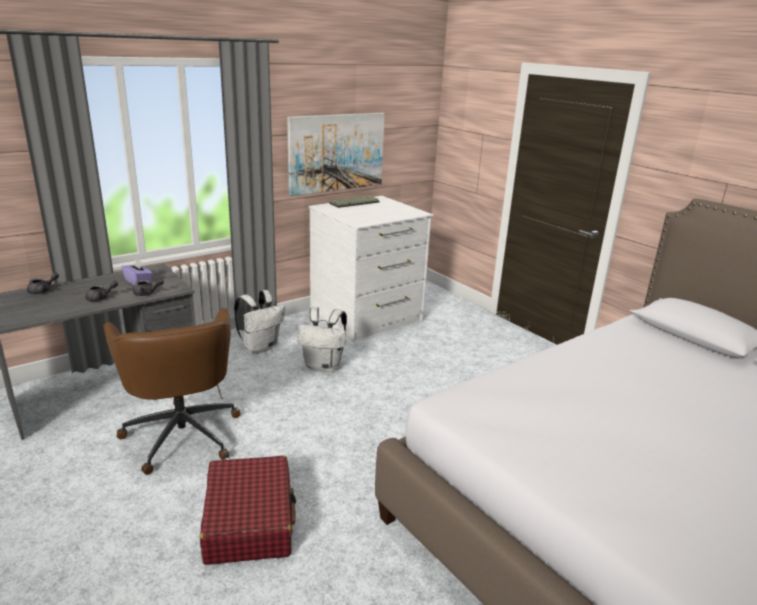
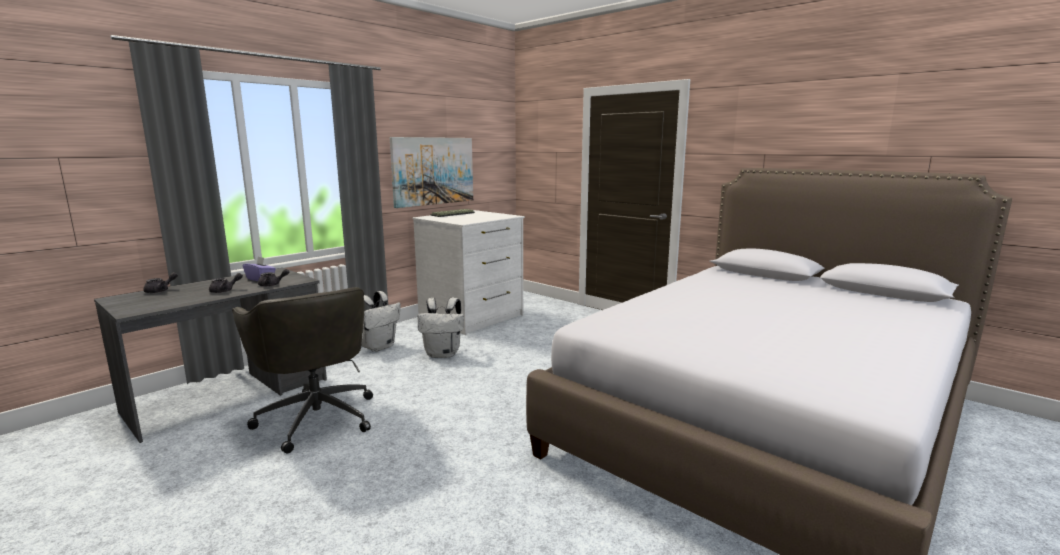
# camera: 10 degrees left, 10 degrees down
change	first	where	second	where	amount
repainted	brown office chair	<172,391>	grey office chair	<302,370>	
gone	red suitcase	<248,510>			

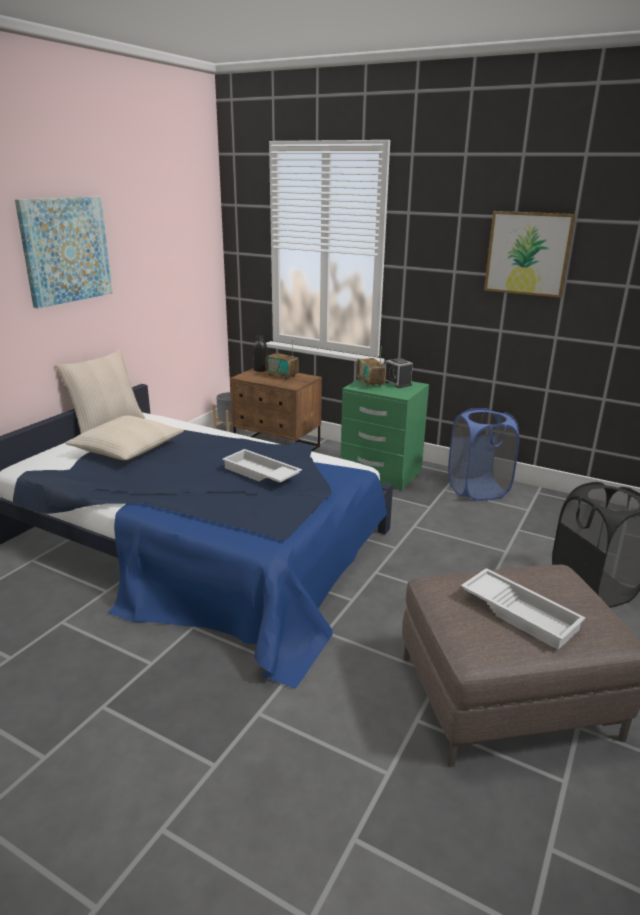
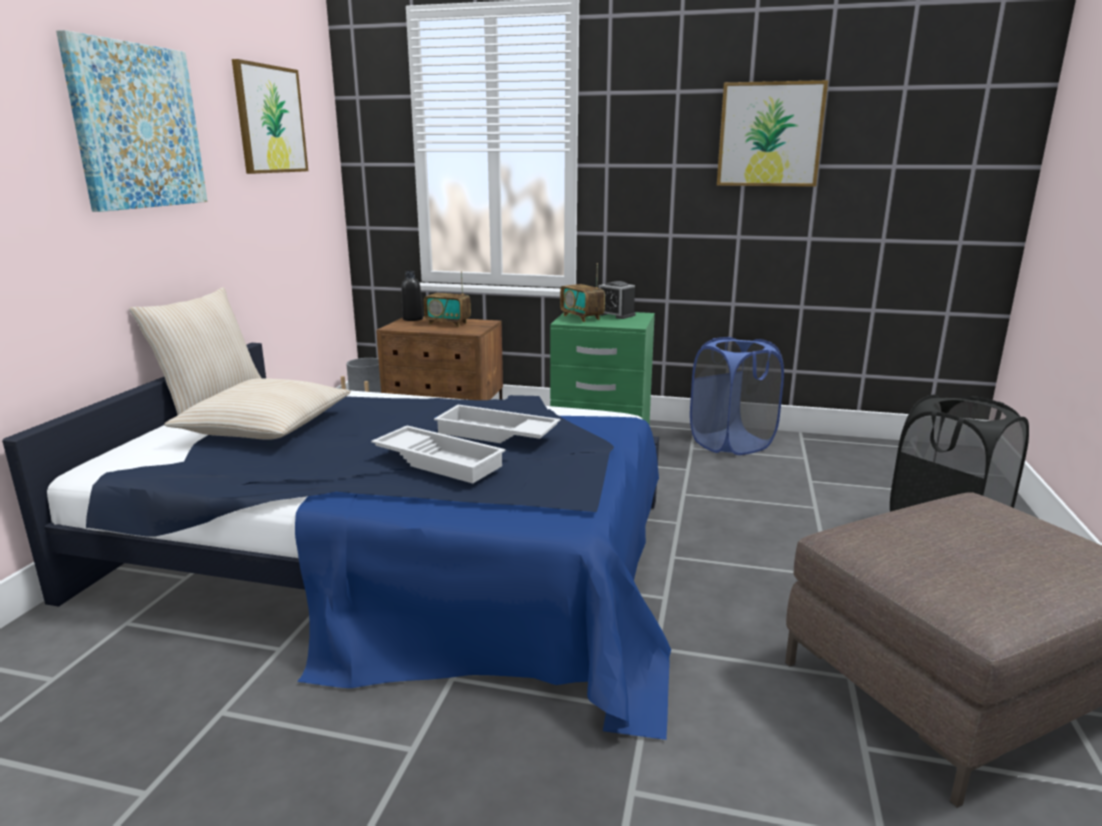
# camera: 15 degrees left, 5 degrees down
change	first	where	second	where	amount
shifted	white tray	<523,609>		<438,454>	
new			picture	<270,116>	

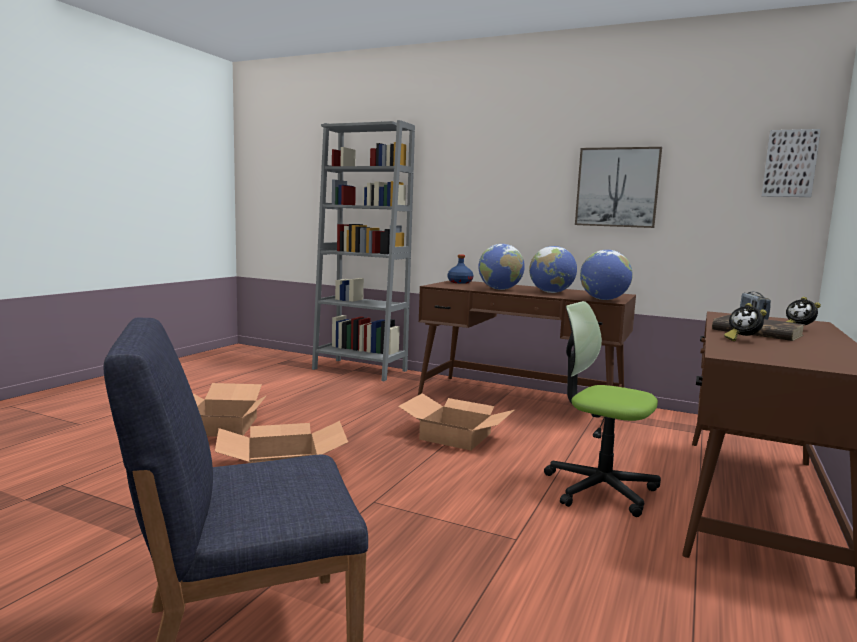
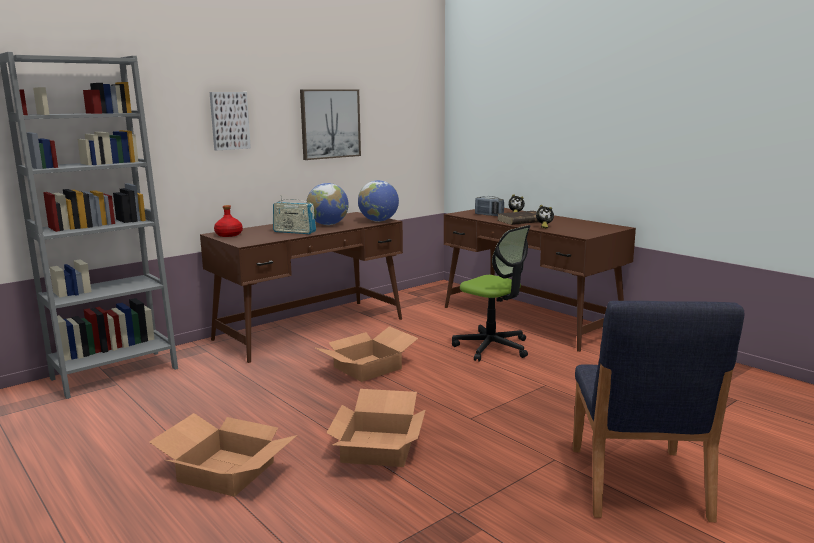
# camera: 65 degrees left, 5 degrees up
change	first	where	second	where	amount
shifted	picture	<791,163>		<230,121>	
swapped	globe	<501,267>	radio	<294,214>	
repainted	blue bottle	<460,269>	red bottle	<228,221>	
rotated	office chair	<602,409>		<491,293>	105 degrees counterclockwise

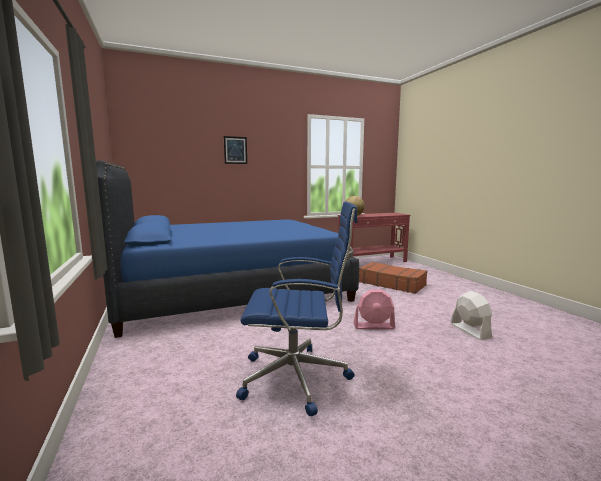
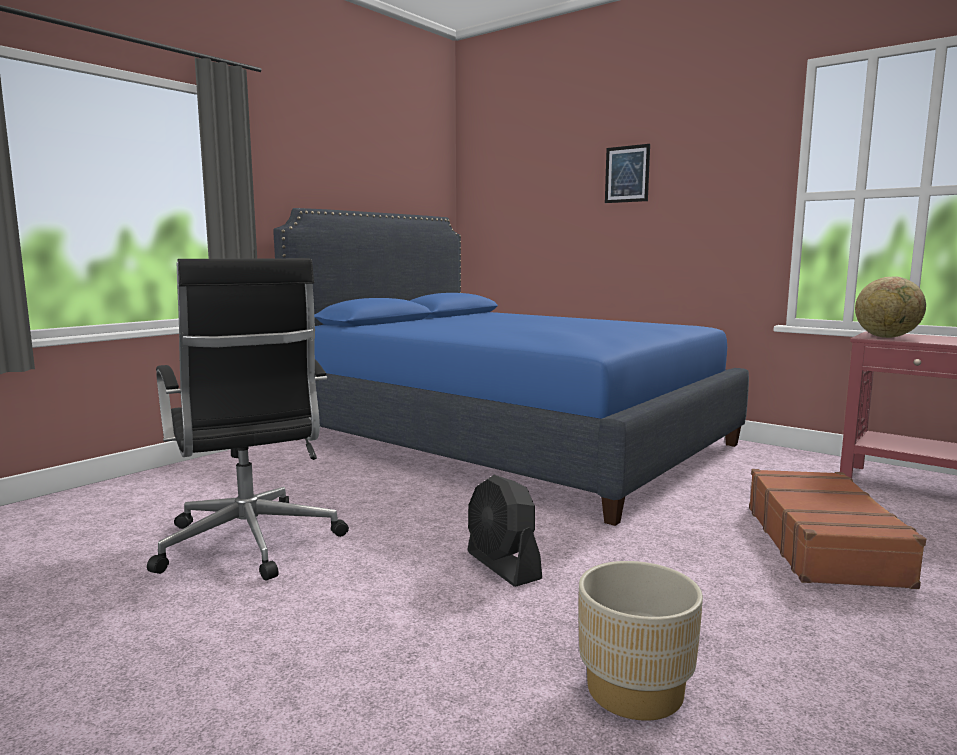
# camera: 60 degrees right, 0 degrees up
change	first	where	second	where	amount
repainted	blue office chair	<297,308>	black office chair	<248,419>	
repainted	pink fan	<374,309>	black fan	<504,531>	
swapped	white fan	<471,315>	beige planter	<641,641>	

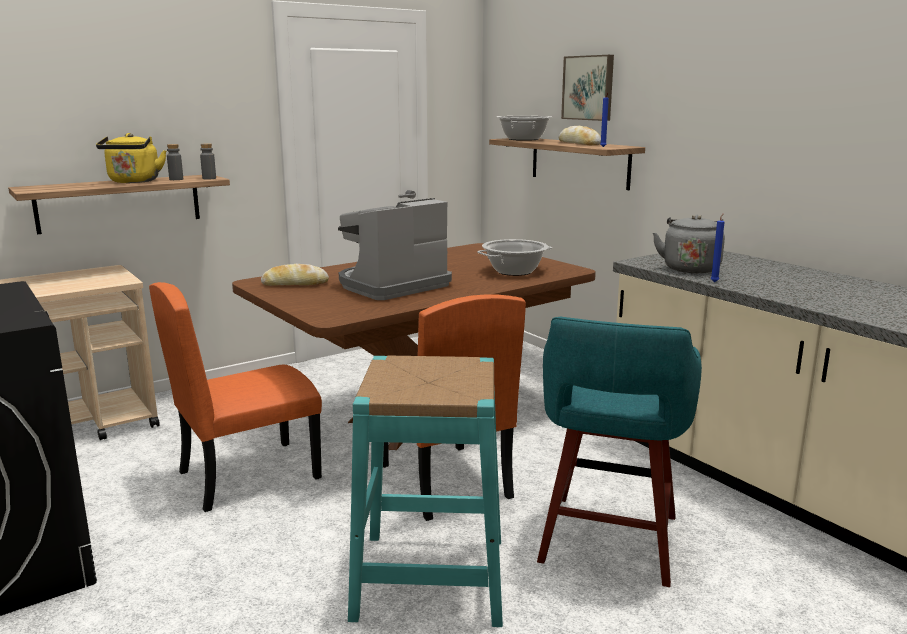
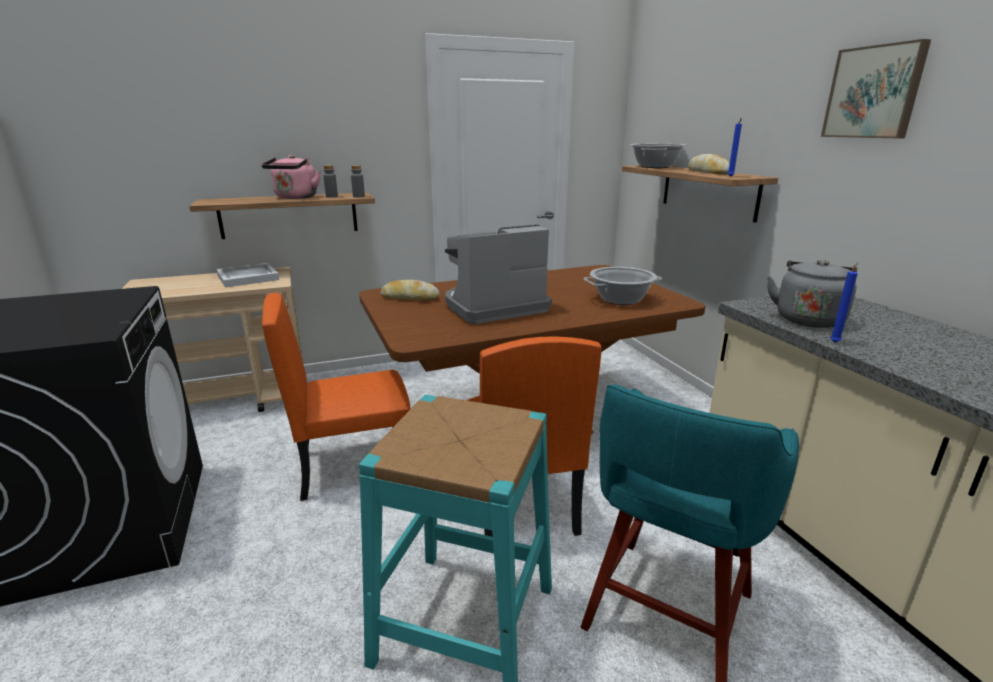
# camera: 15 degrees right, 5 degrees up
change	first	where	second	where	amount
shifted	picture	<587,88>		<876,88>	
repainted	yellow kettle	<131,158>	pink kettle	<291,177>	
new			white tray	<247,275>	

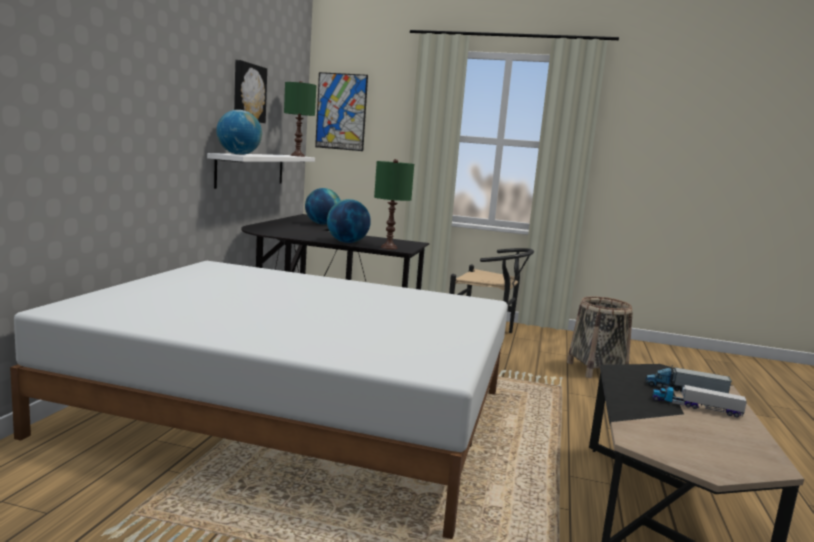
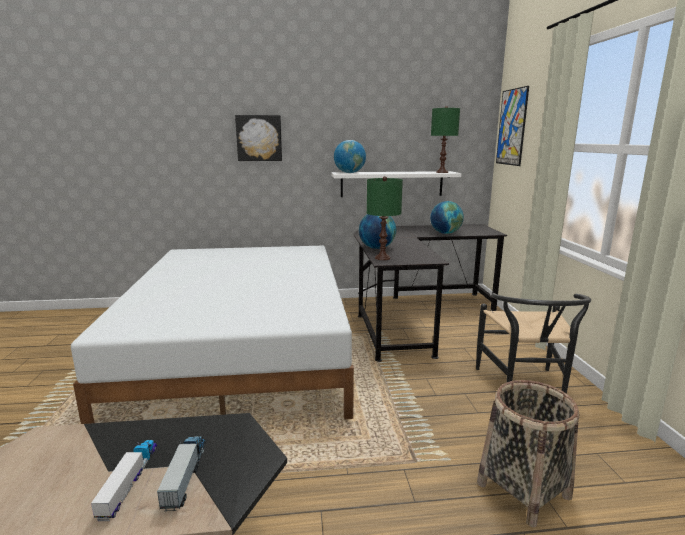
# camera: 70 degrees right, 5 degrees up
change	first	where	second	where	amount
shifted	picture	<250,91>		<258,138>	

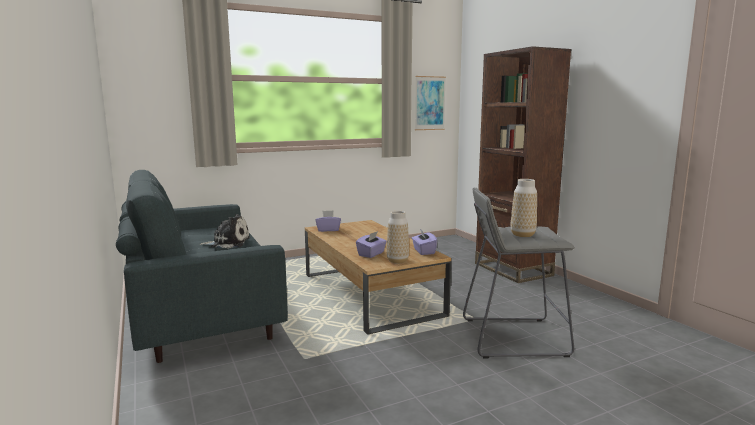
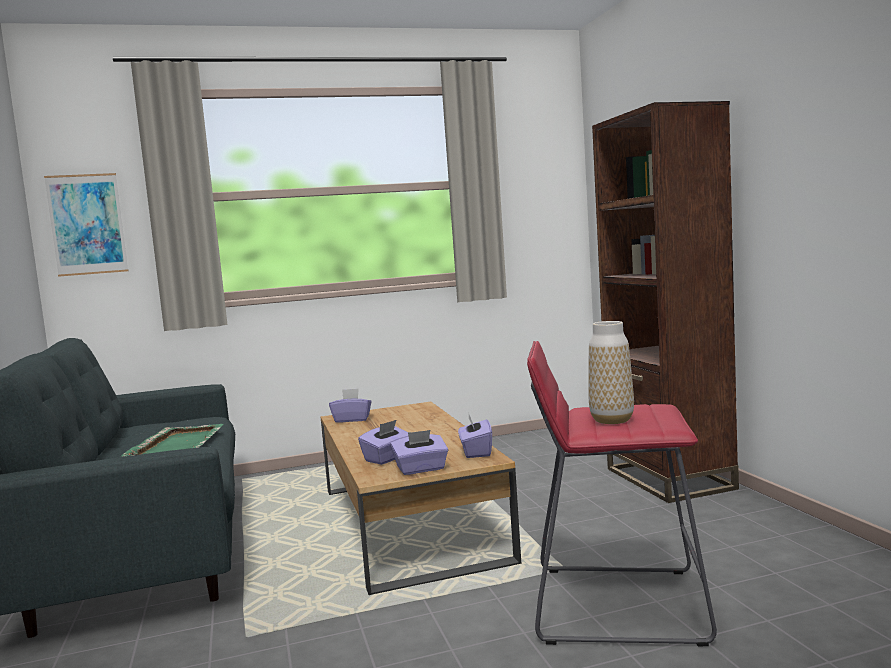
# camera: 10 degrees right, 5 degrees down
change	first	where	second	where	amount
shifted	picture	<430,103>		<86,225>	
repainted	grey stool	<519,273>	red stool	<622,493>	
swapped	vase	<398,237>	purple tissue box	<419,452>	
swapped	plush toy	<224,231>	green tray	<172,440>	

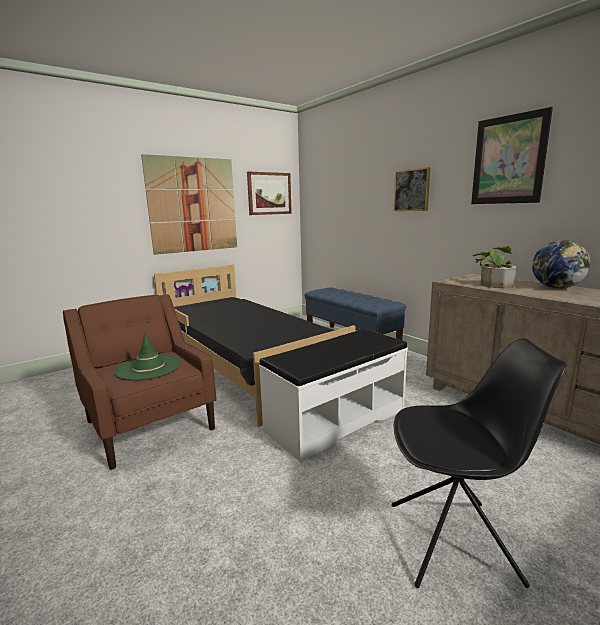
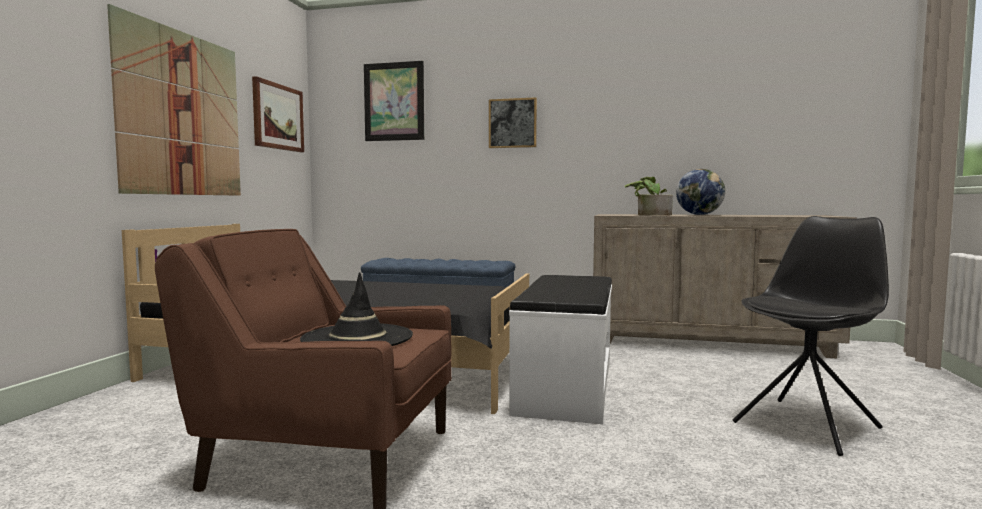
# camera: 40 degrees left, 10 degrees down
change	first	where	second	where	amount
shifted	picture	<512,155>		<394,101>	
repainted	green hat	<147,356>	black hat	<356,309>	

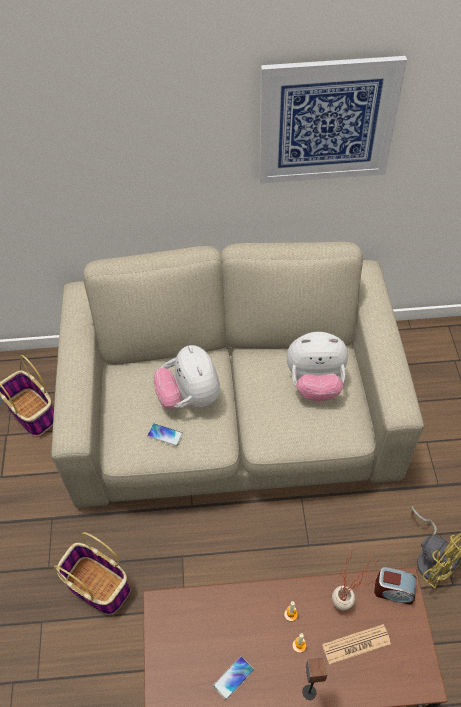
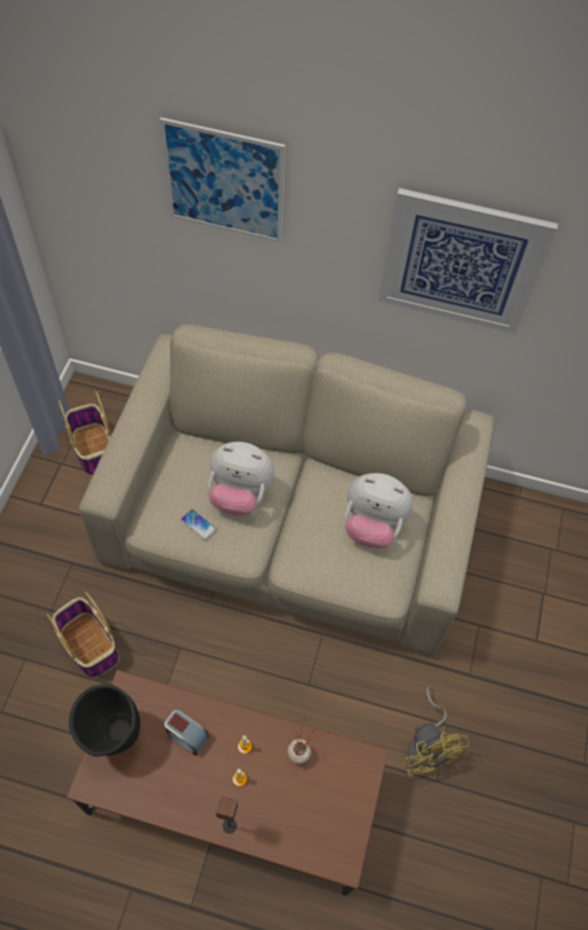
# camera: 15 degrees right, 5 degrees up
change	first	where	second	where	amount
rotated	plush toy	<187,377>		<241,479>	75 degrees counterclockwise
shifted	alarm clock	<395,586>		<186,732>	
gone	newspaper	<356,644>			
gone	phone	<233,678>			
new			picture	<222,180>	
new			black vase	<104,720>	

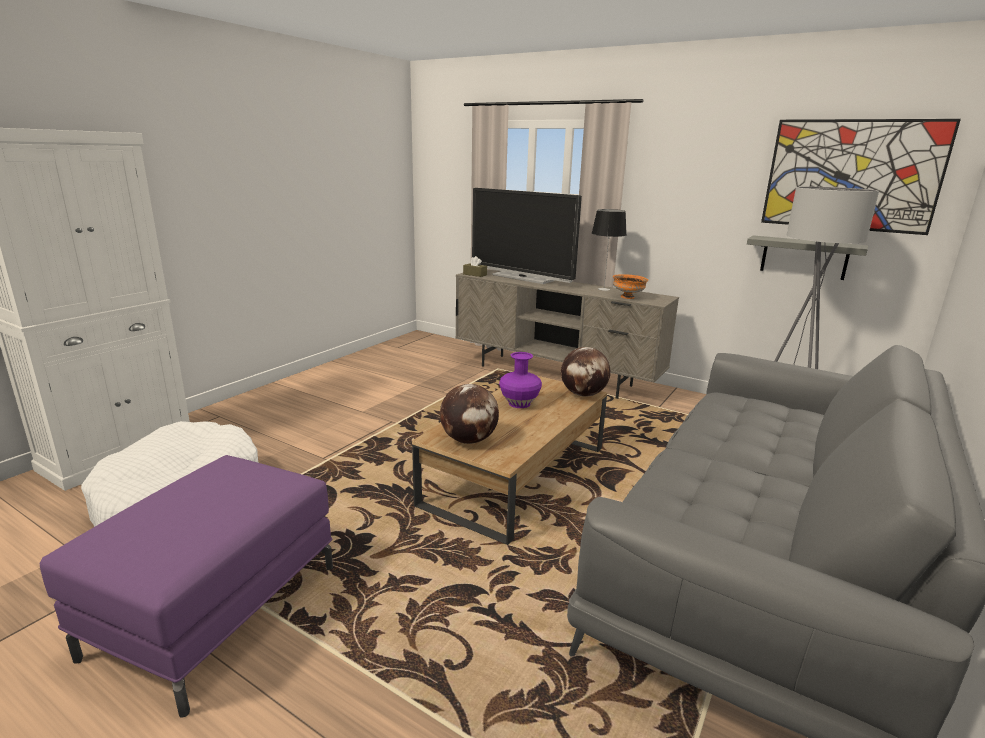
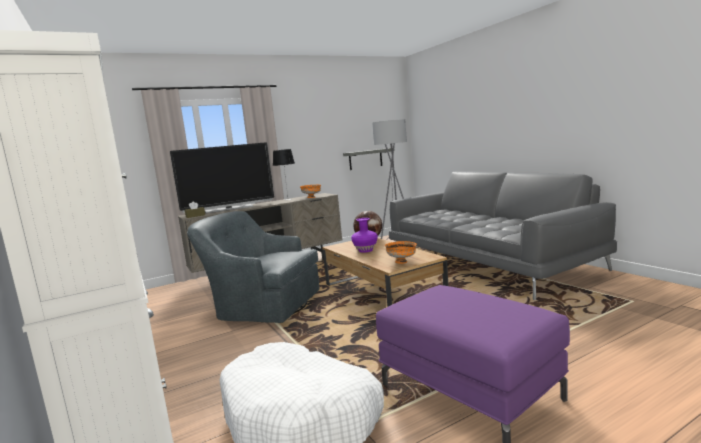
# camera: 60 degrees left, 10 degrees down
change	first	where	second	where	amount
gone	picture	<861,177>			
swapped	globe	<469,414>	orange bowl	<401,252>	
new			grey armchair	<253,267>	

